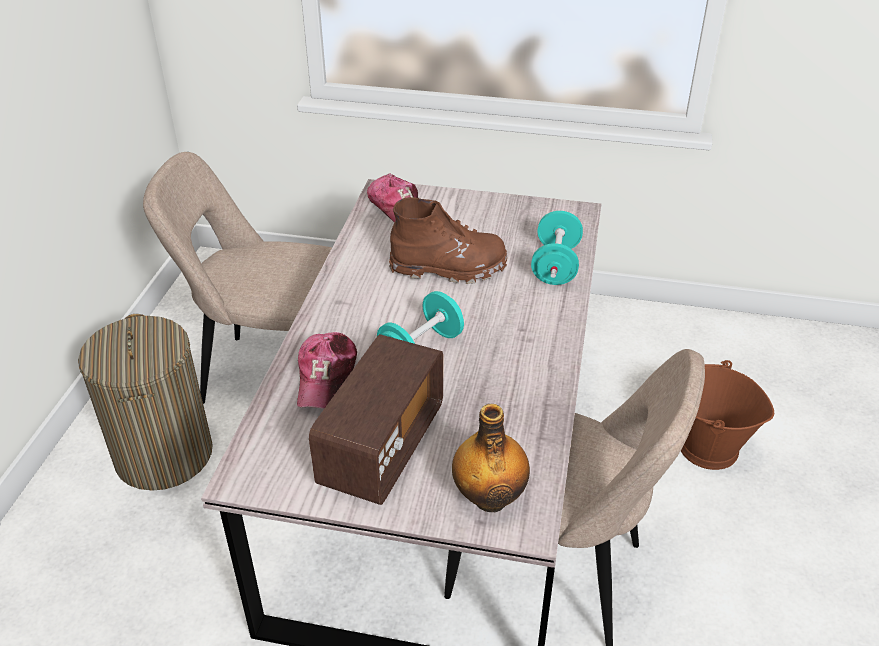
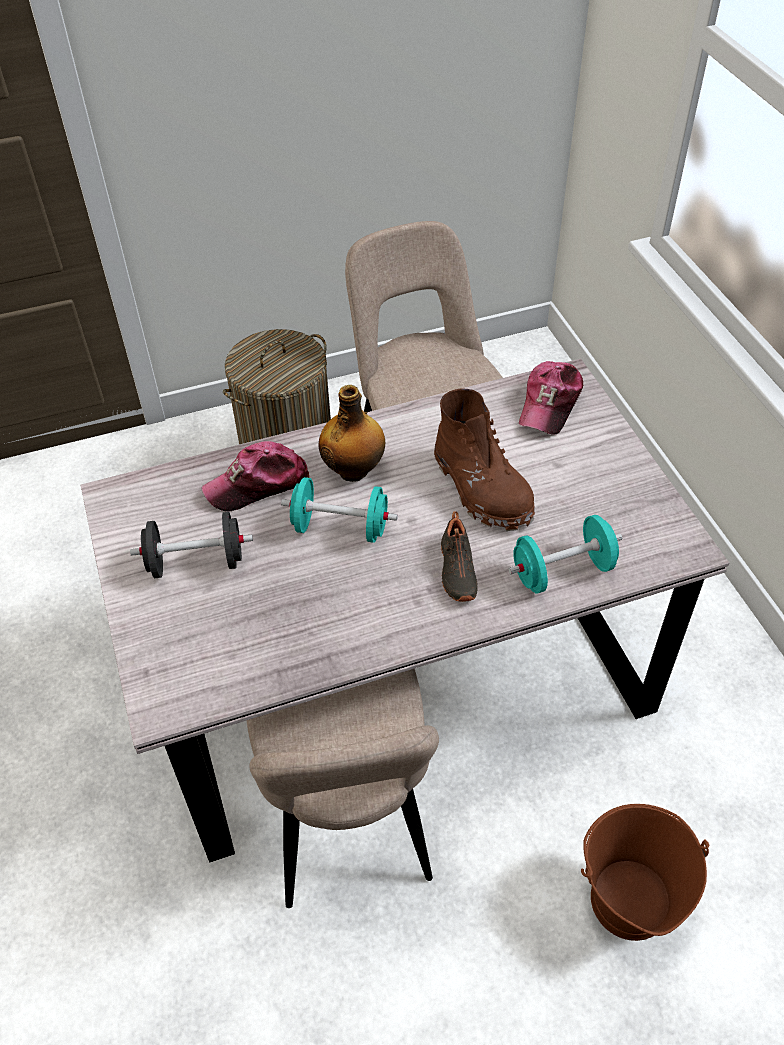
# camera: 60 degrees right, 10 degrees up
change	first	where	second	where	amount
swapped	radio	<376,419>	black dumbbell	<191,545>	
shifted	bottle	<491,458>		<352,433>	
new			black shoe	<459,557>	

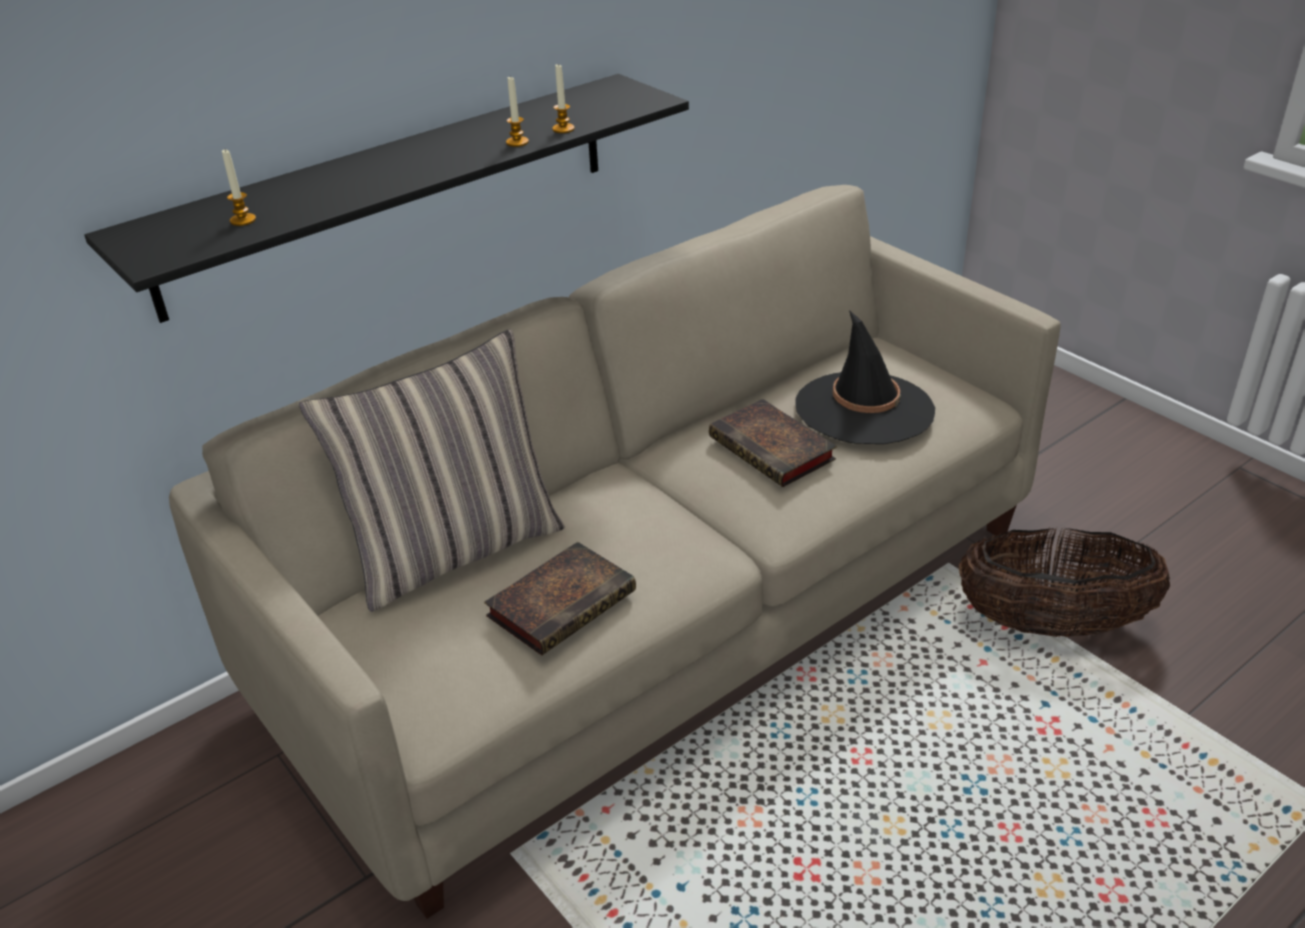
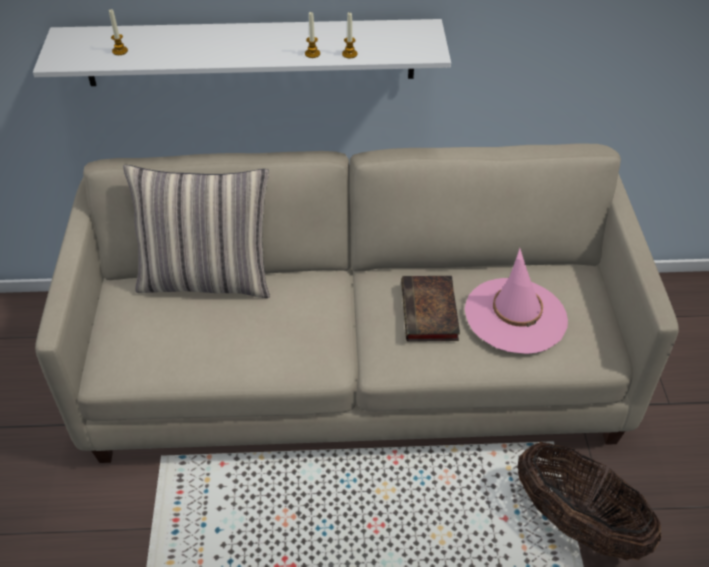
# camera: 35 degrees right, 10 degrees up
change	first	where	second	where	amount
repainted	black shelf	<386,198>	white shelf	<242,52>	
repainted	black hat	<865,377>	pink hat	<516,301>	
gone	book	<560,598>			

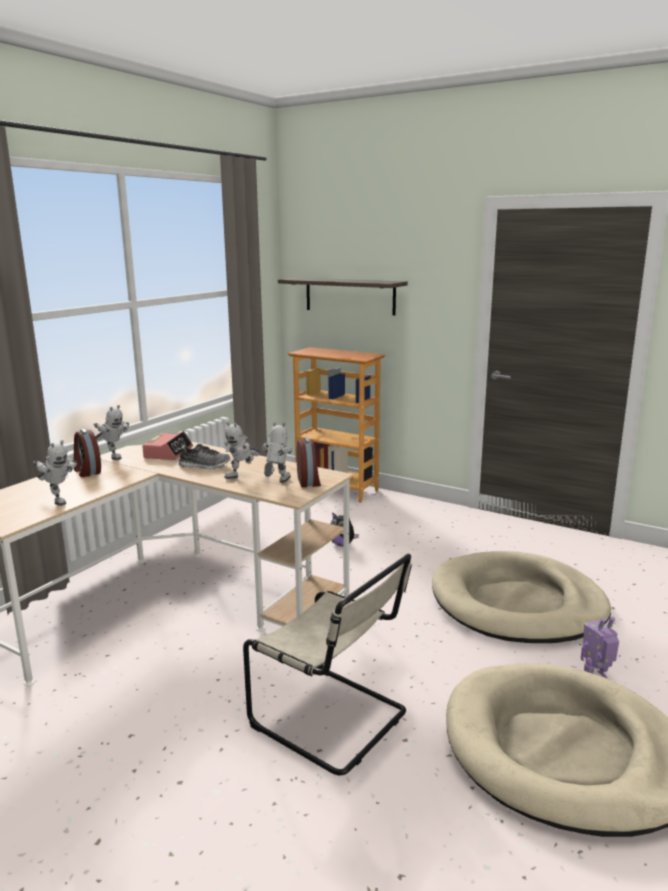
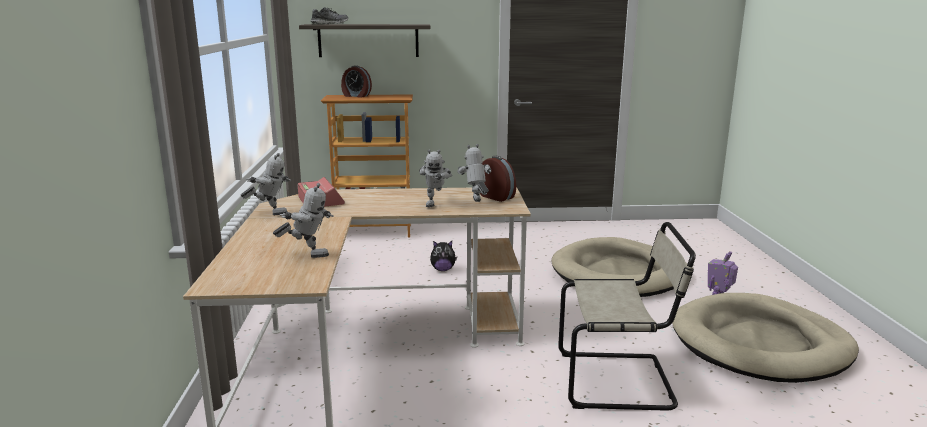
# camera: 35 degrees left, 0 degrees up
change	first	where	second	where	amount
shifted	alarm clock	<87,453>		<356,81>	
shifted	shoe	<204,456>		<329,15>	

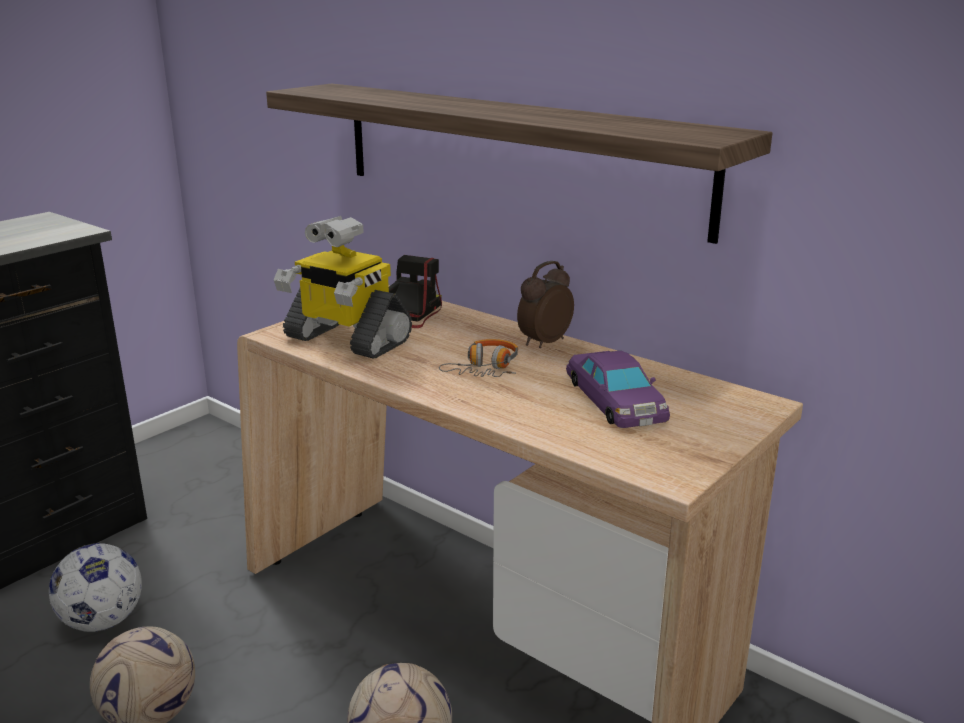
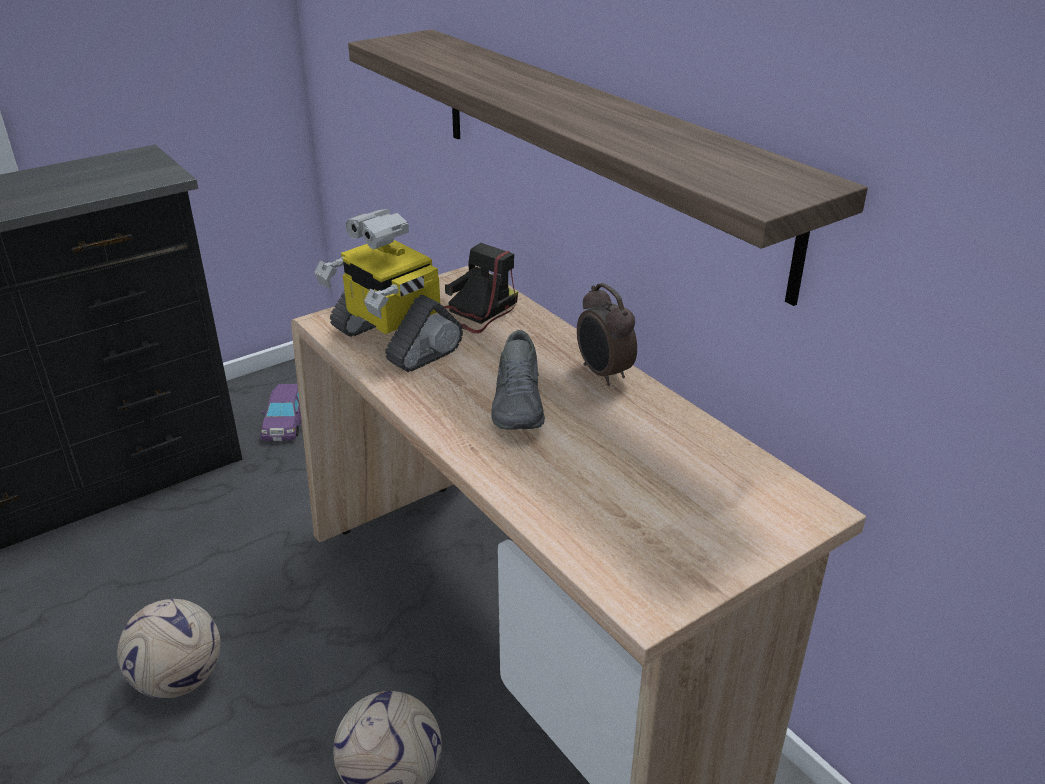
# camera: 15 degrees right, 10 degrees up
change	first	where	second	where	amount
rotated	alarm clock	<545,304>		<607,334>	90 degrees counterclockwise
swapped	headphones	<478,358>	grey shoe	<518,380>	
shifted	purple toy car	<618,389>		<280,412>	
gone	football	<95,587>			

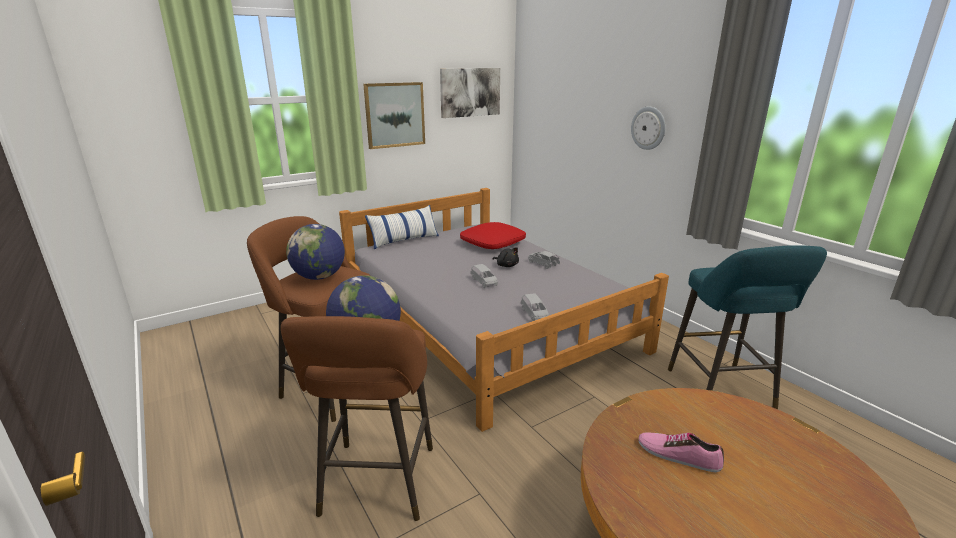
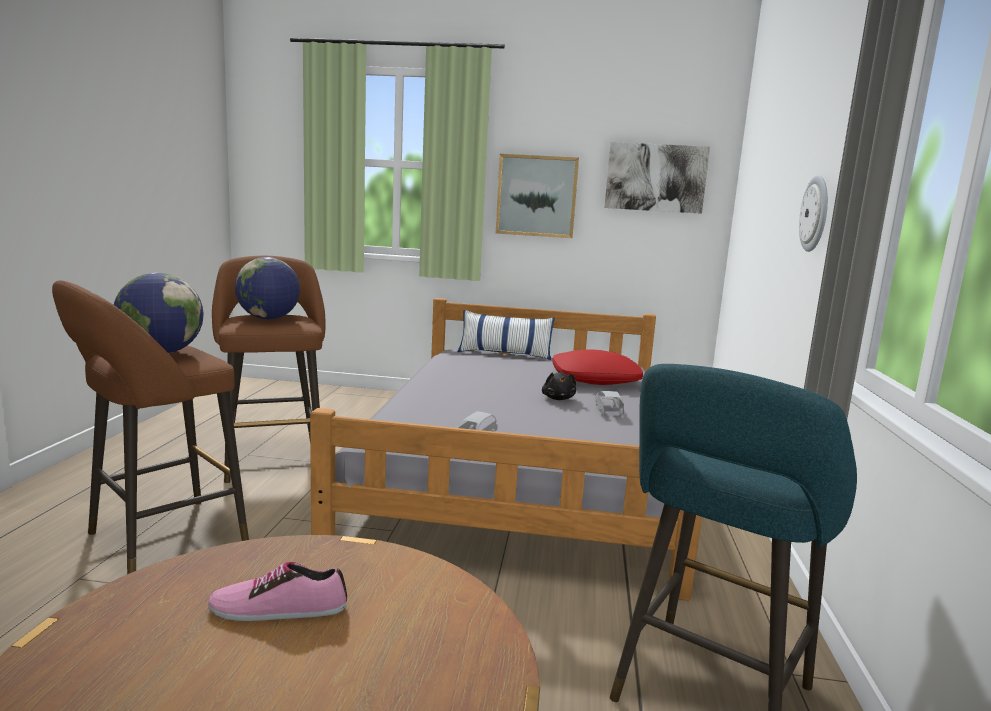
# camera: 40 degrees right, 10 degrees down
change	first	where	second	where	amount
gone	grey toy car	<484,276>			
rotated	shoe	<681,452>		<277,591>	75 degrees counterclockwise

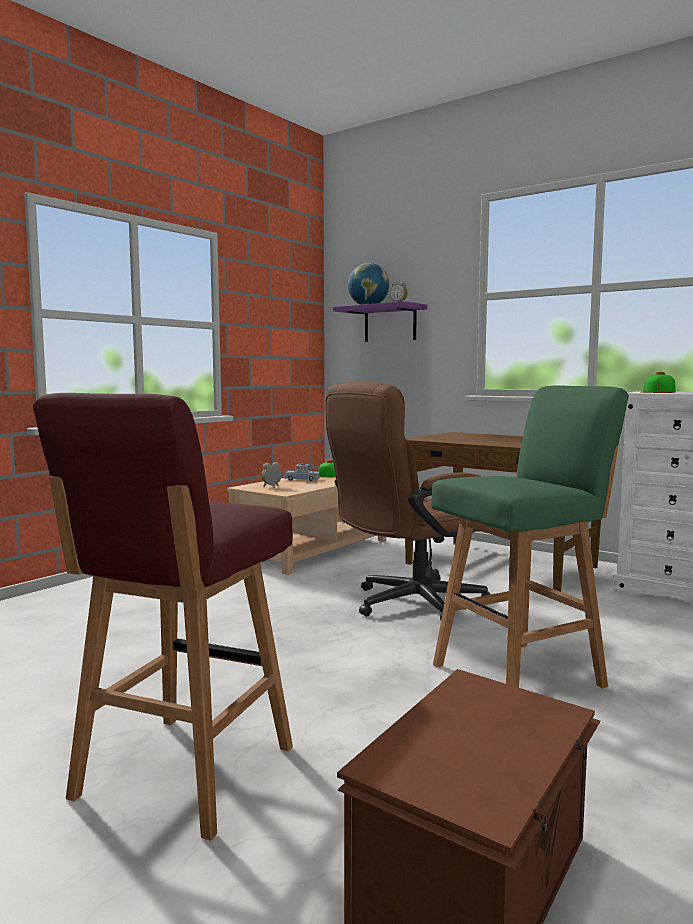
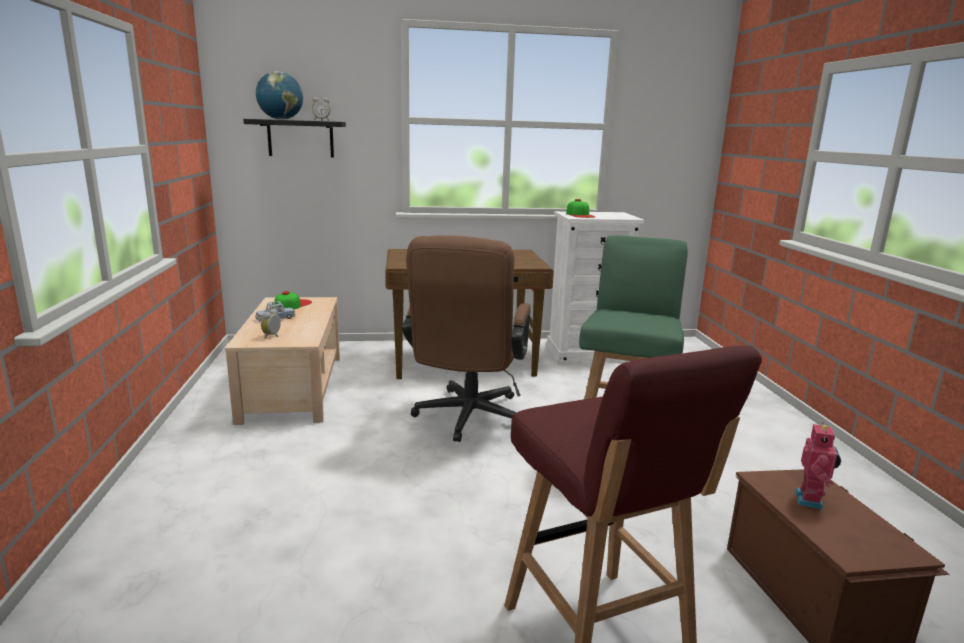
# camera: 45 degrees left, 10 degrees up
change	first	where	second	where	amount
repainted	purple shelf	<380,321>	black shelf	<294,138>	
new			toy robot	<818,465>	

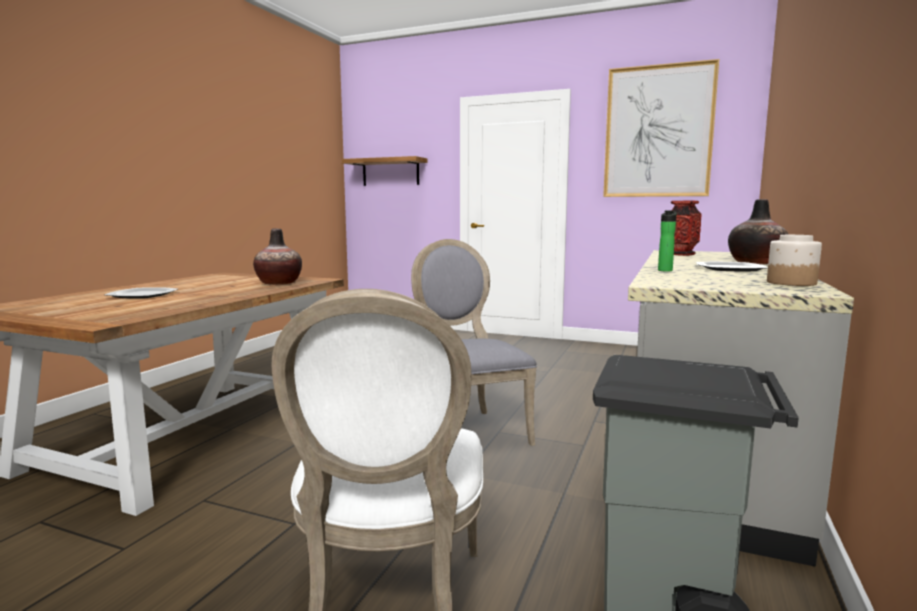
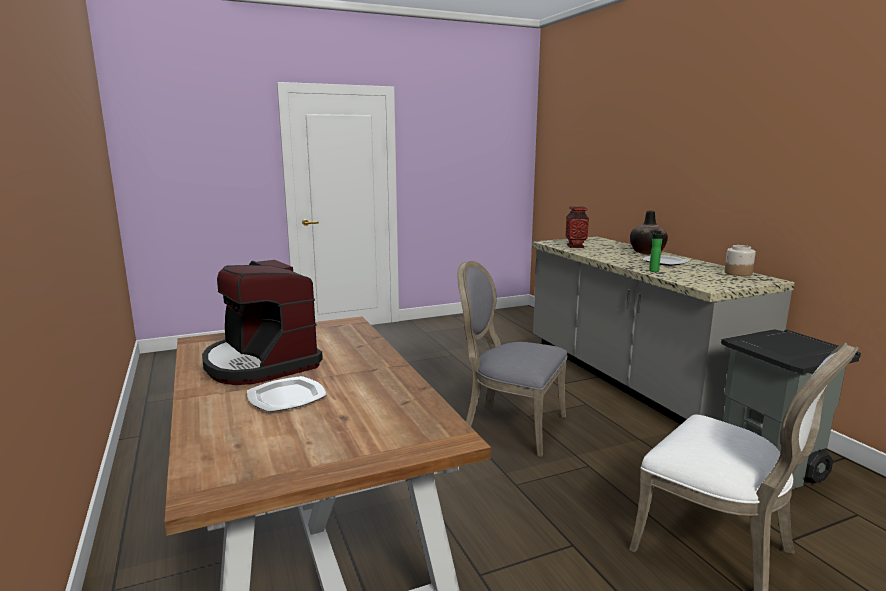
# camera: 45 degrees left, 5 degrees up
change	first	where	second	where	amount
gone	picture	<661,128>			
gone	shelf	<385,171>			
gone	vase	<277,257>			
new			coffee machine	<262,322>	

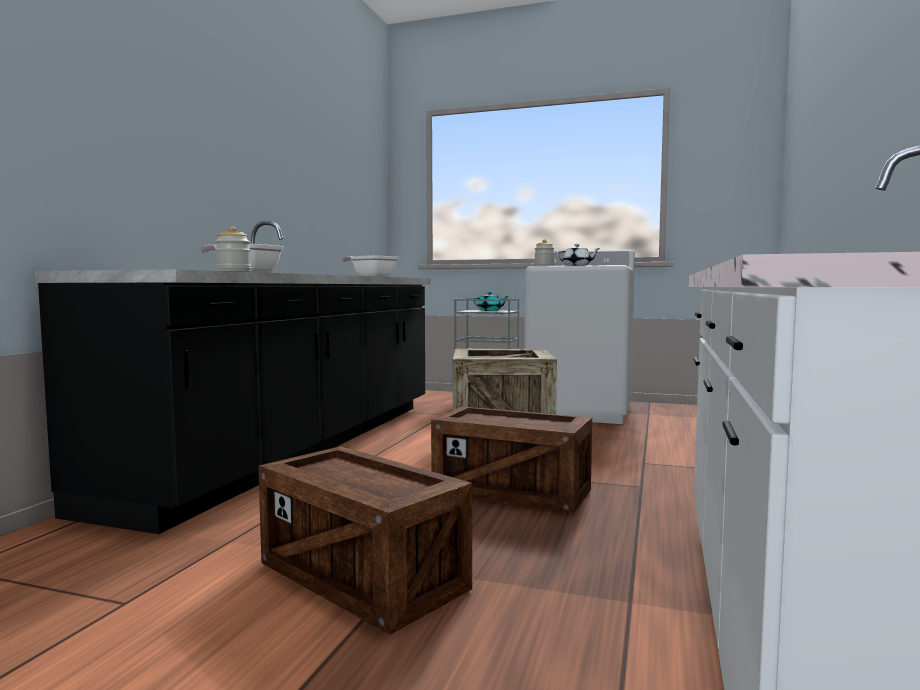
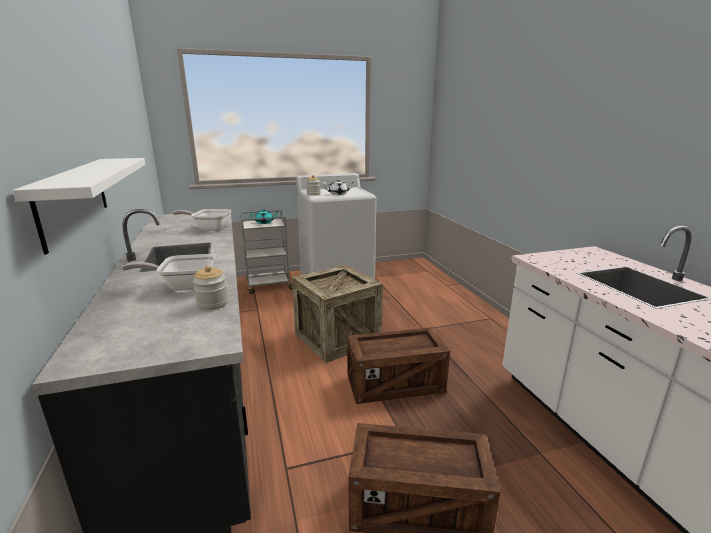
# camera: 35 degrees left, 15 degrees up
change	first	where	second	where	amount
new			white shelf	<79,206>	

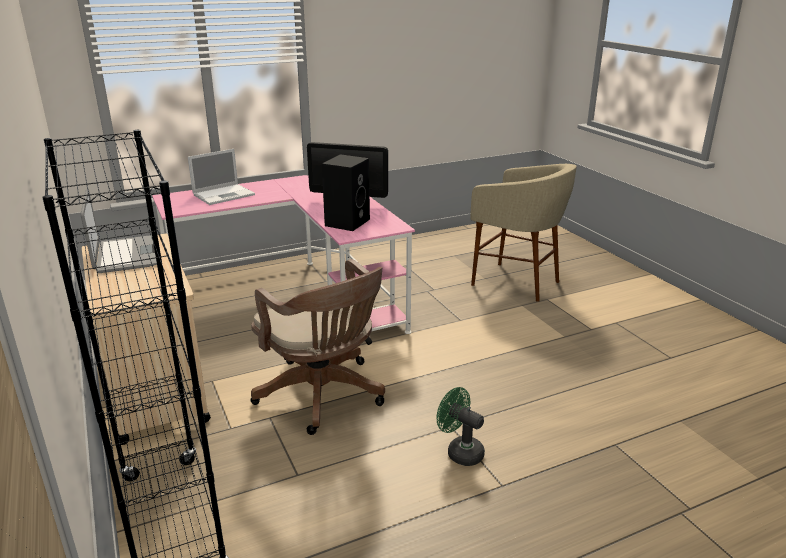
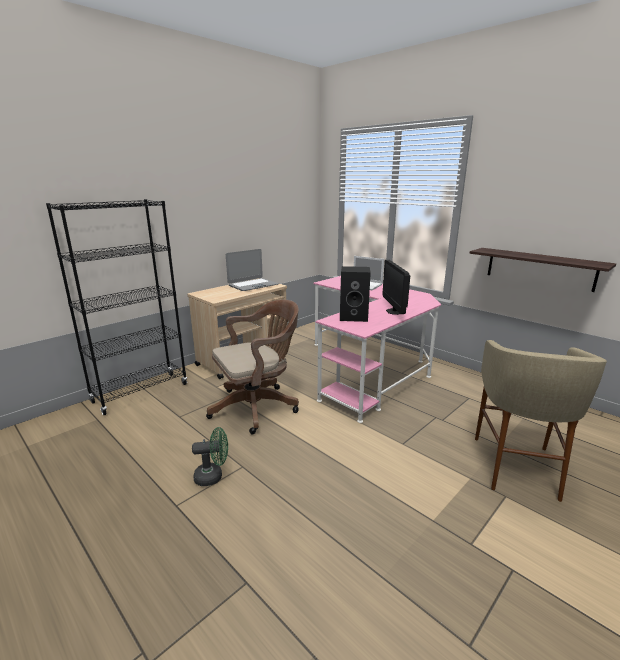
# camera: 70 degrees right, 5 degrees down
change	first	where	second	where	amount
rotated	brown office chair	<318,347>		<252,366>	150 degrees counterclockwise
rotated	green fan	<461,426>		<210,456>	60 degrees clockwise
new			shelf	<543,270>	

